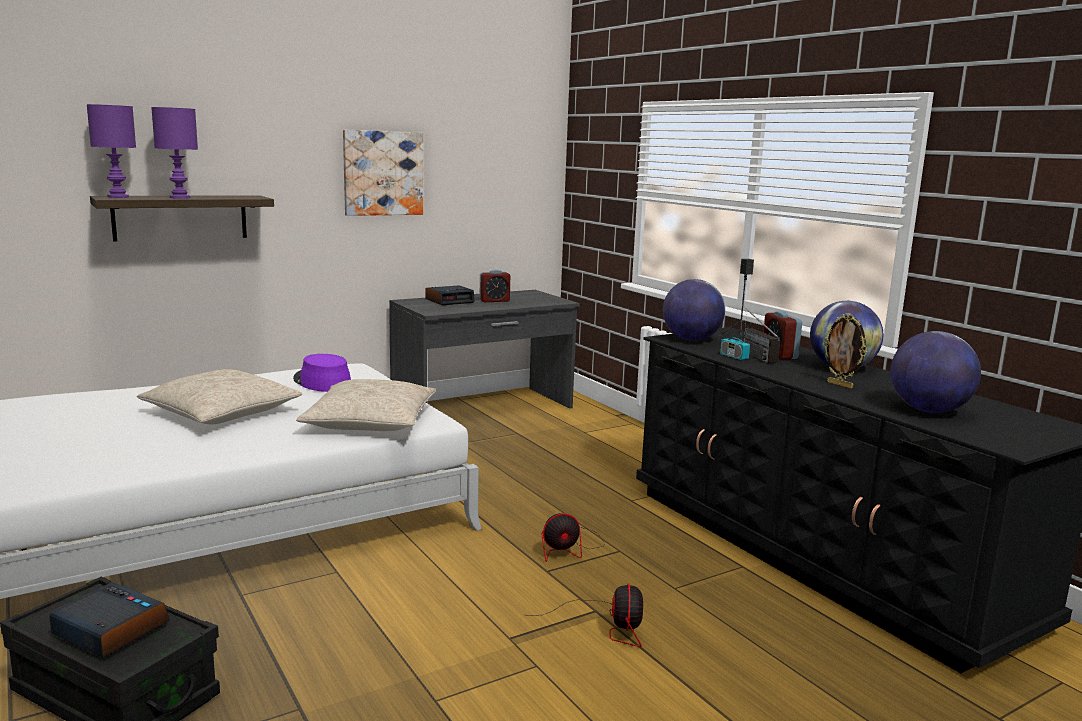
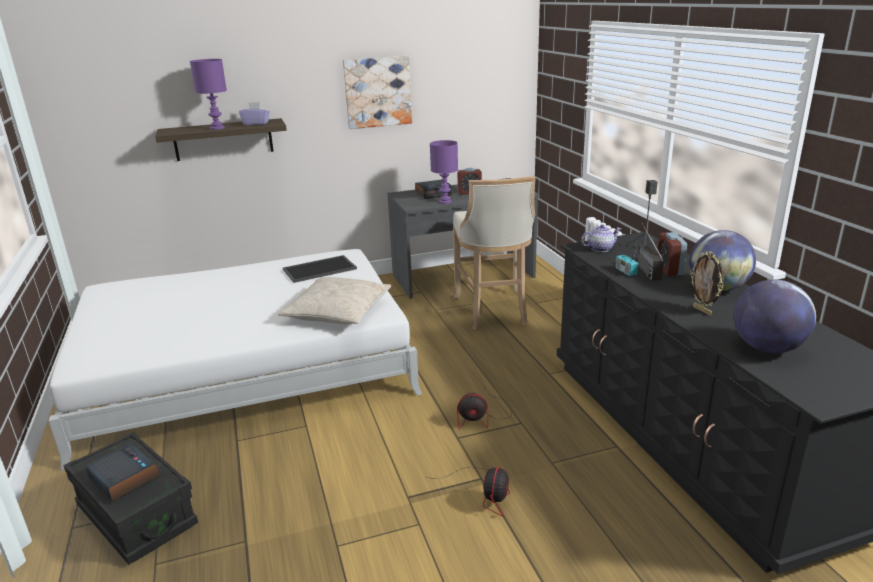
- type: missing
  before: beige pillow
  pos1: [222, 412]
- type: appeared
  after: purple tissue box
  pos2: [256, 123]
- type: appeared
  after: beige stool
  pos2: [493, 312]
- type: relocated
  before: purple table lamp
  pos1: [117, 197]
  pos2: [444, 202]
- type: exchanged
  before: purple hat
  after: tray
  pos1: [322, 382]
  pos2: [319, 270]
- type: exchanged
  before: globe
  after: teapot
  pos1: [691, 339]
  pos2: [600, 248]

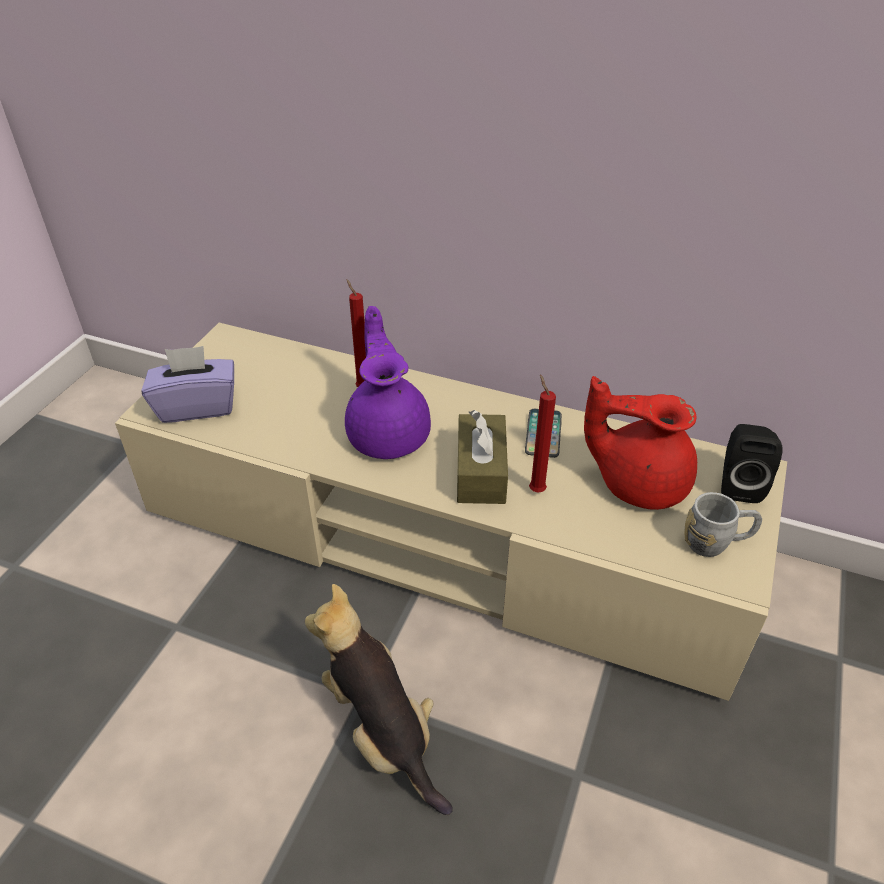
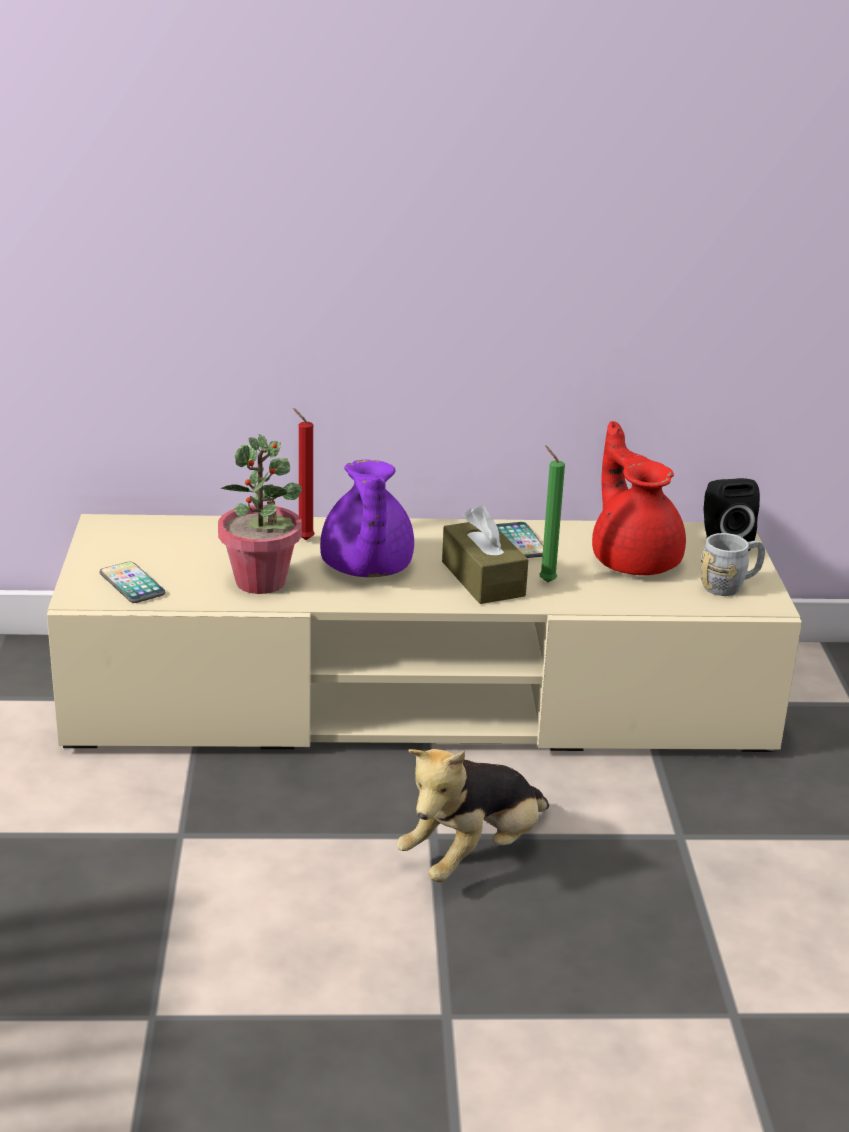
- type: appeared
  after: potted plant
  pos2: [261, 582]
- type: exchanged
  before: purple tissue box
  after: phone
  pos1: [197, 406]
  pos2: [132, 584]
- type: colour
  before: red candle
  after: green candle
  pos1: [535, 489]
  pos2: [545, 581]
- type: spun
  before: plush toy
  pos1: [382, 731]
  pos2: [473, 855]
  turn: -75
- type: spun
  before: purple teapot
  pos1: [389, 433]
  pos2: [365, 568]
  turn: -150
- type: spun
  before: red teapot
  pos1: [638, 482]
  pos2: [634, 559]
  turn: 75

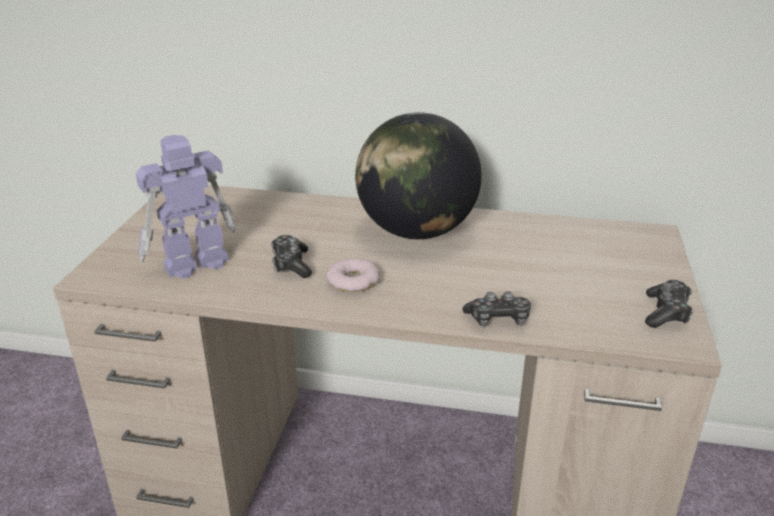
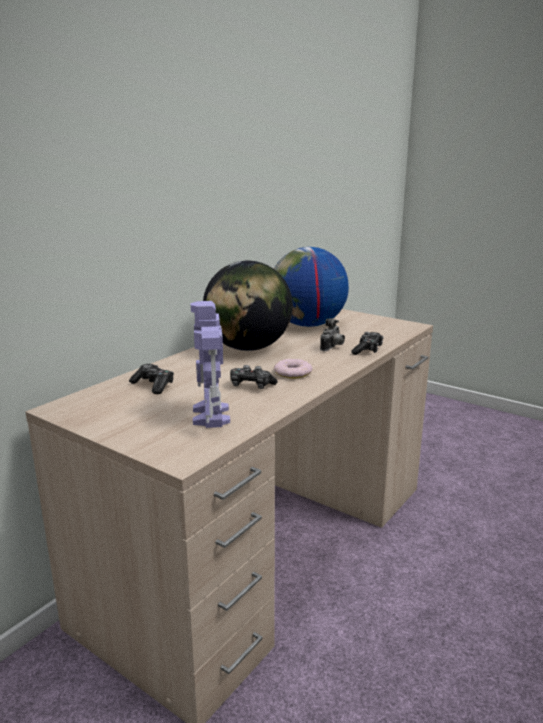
- type: appeared
  after: globe
  pos2: [307, 325]
- type: appeared
  after: photo camera
  pos2: [333, 347]
- type: relocated
  before: game controller
  pos1: [666, 313]
  pos2: [153, 385]

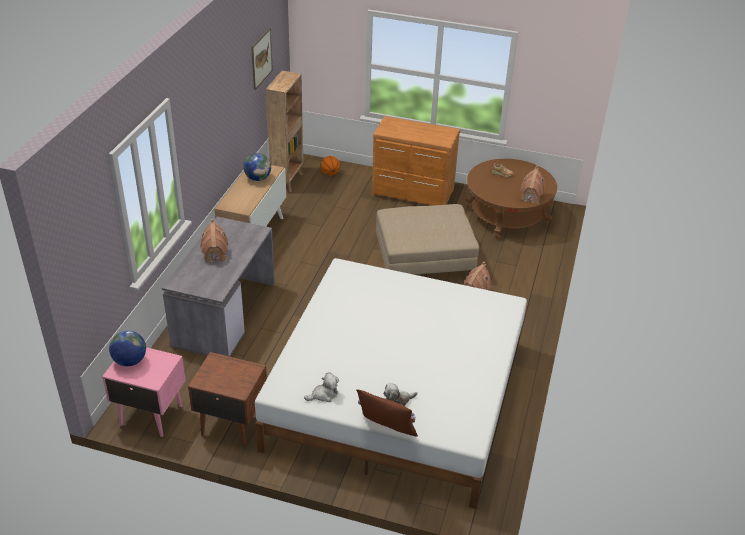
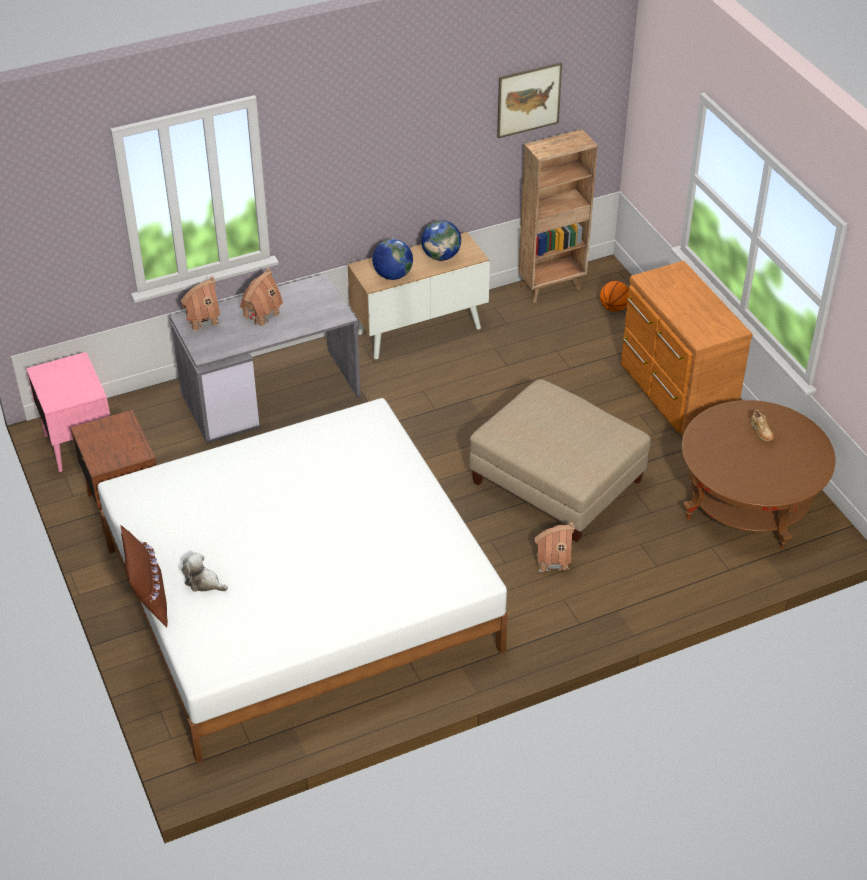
- type: missing
  before: plush toy
  pos1: [323, 395]
- type: relocated
  before: globe
  pos1: [130, 361]
  pos2: [392, 275]
- type: relocated
  before: toy house
  pos1: [530, 197]
  pos2: [202, 319]

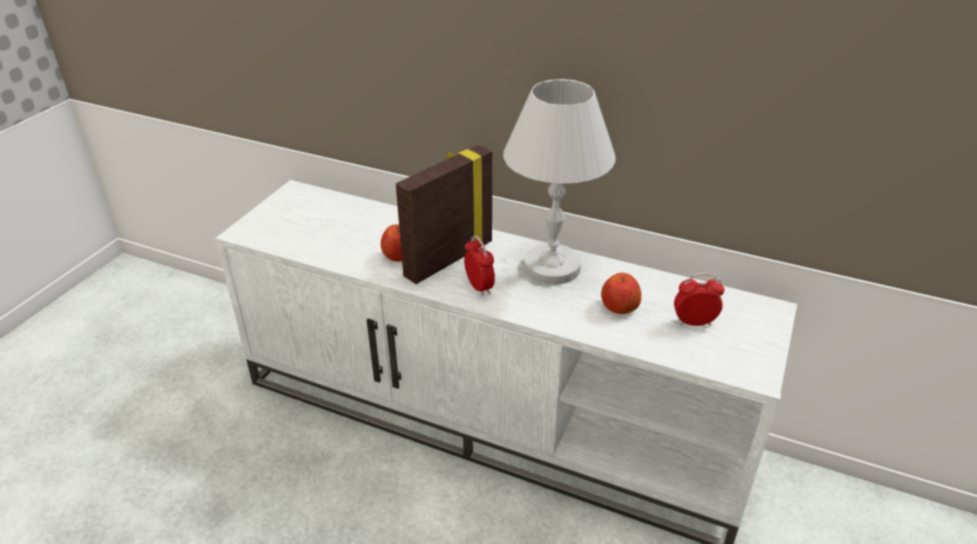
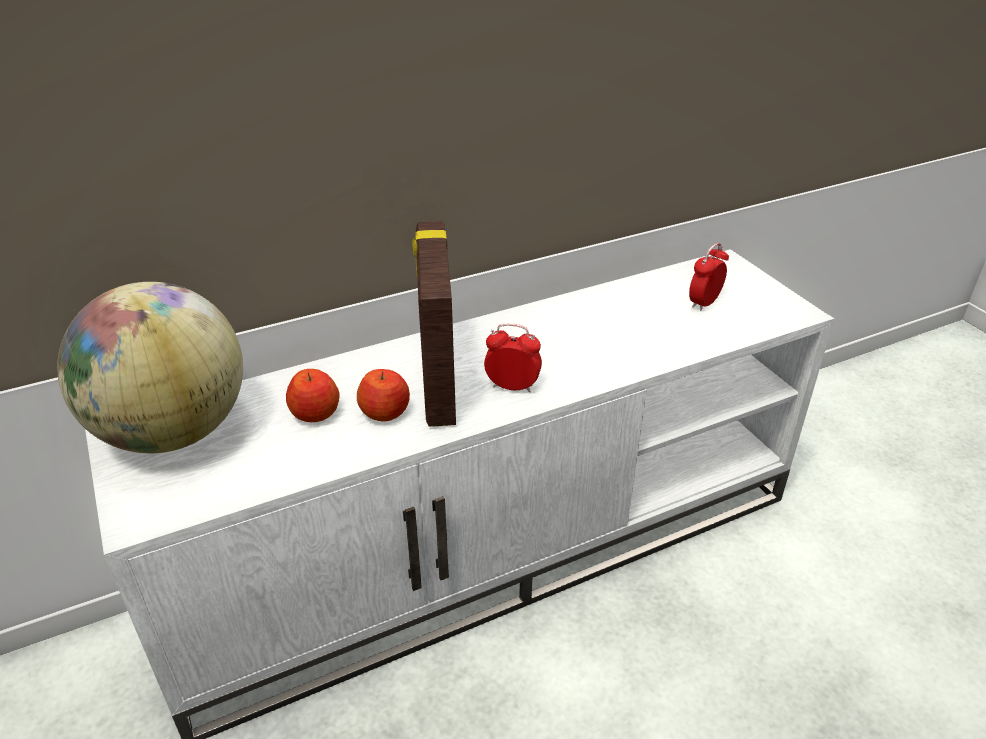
- type: missing
  before: white table lamp
  pos1: [551, 267]
- type: appeared
  after: globe
  pos2: [173, 431]
- type: relocated
  before: apple
  pos1: [619, 307]
  pos2: [315, 413]

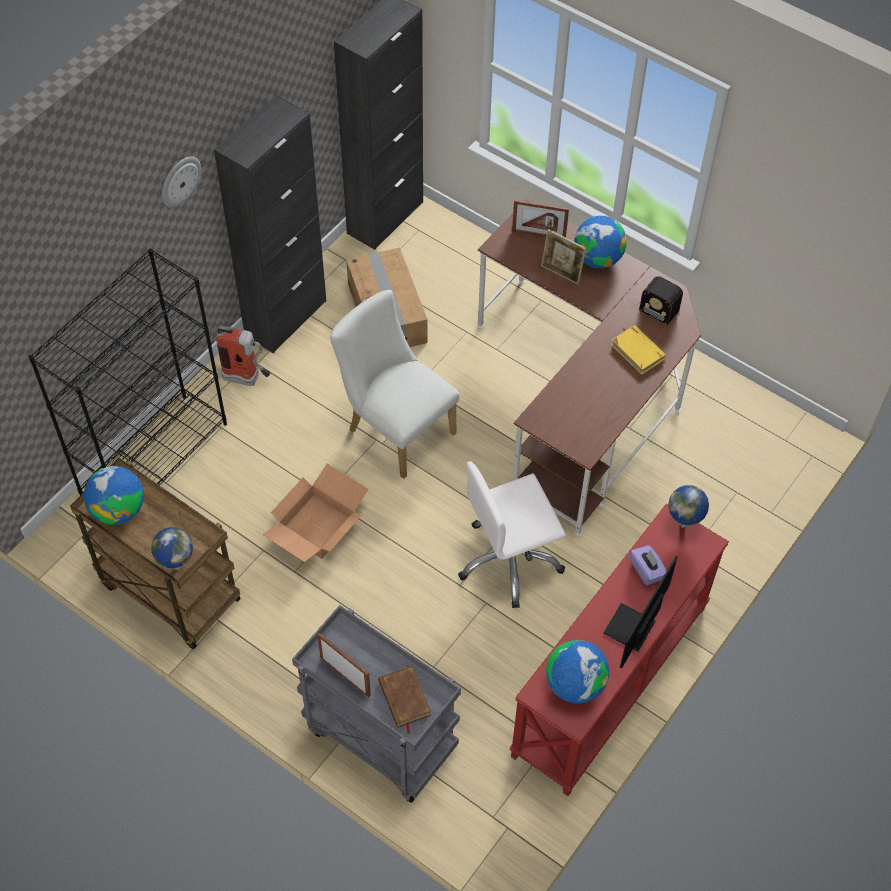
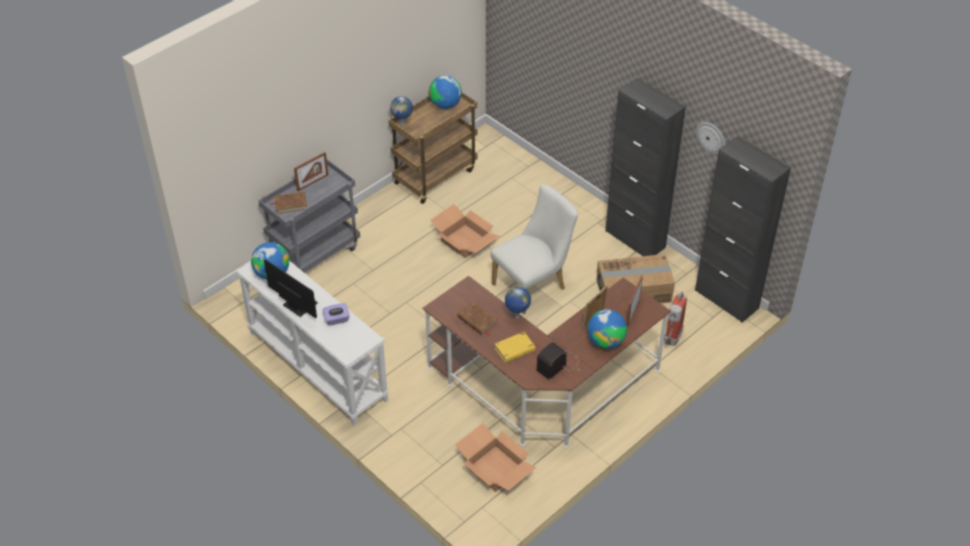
- type: missing
  before: black bookcase
  pos1: [155, 458]
- type: missing
  before: white office chair
  pos1: [509, 560]
- type: appeared
  after: cardboard box
  pos2: [494, 468]
- type: appeared
  after: brown book
  pos2: [477, 321]
- type: relocated
  before: wall clock
  pos1: [180, 181]
  pos2: [711, 137]
- type: relocated
  before: fire extinguisher
  pos1: [247, 379]
  pos2: [671, 340]
- type: relocated
  before: globe
  pos1: [684, 525]
  pos2: [517, 317]
- type: colour
  before: red console table
  after: white console table
  pos1: [611, 682]
  pos2: [316, 366]

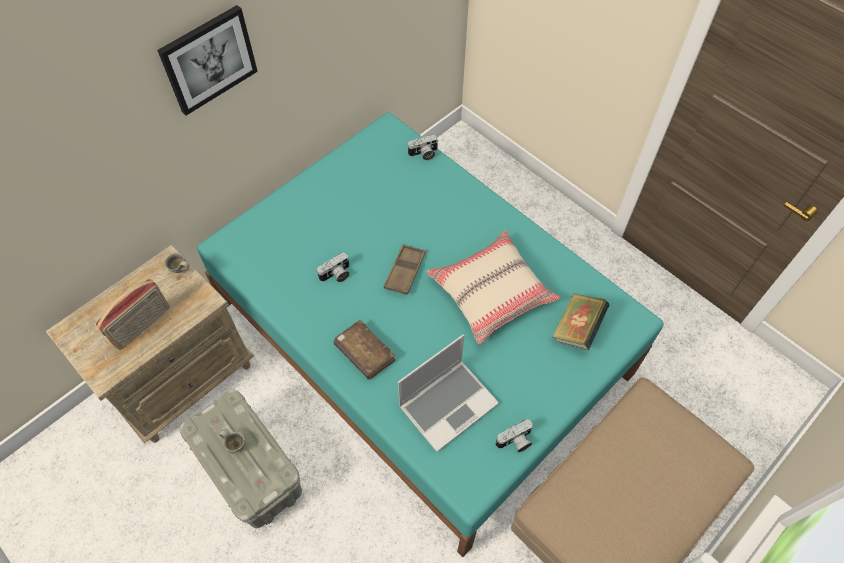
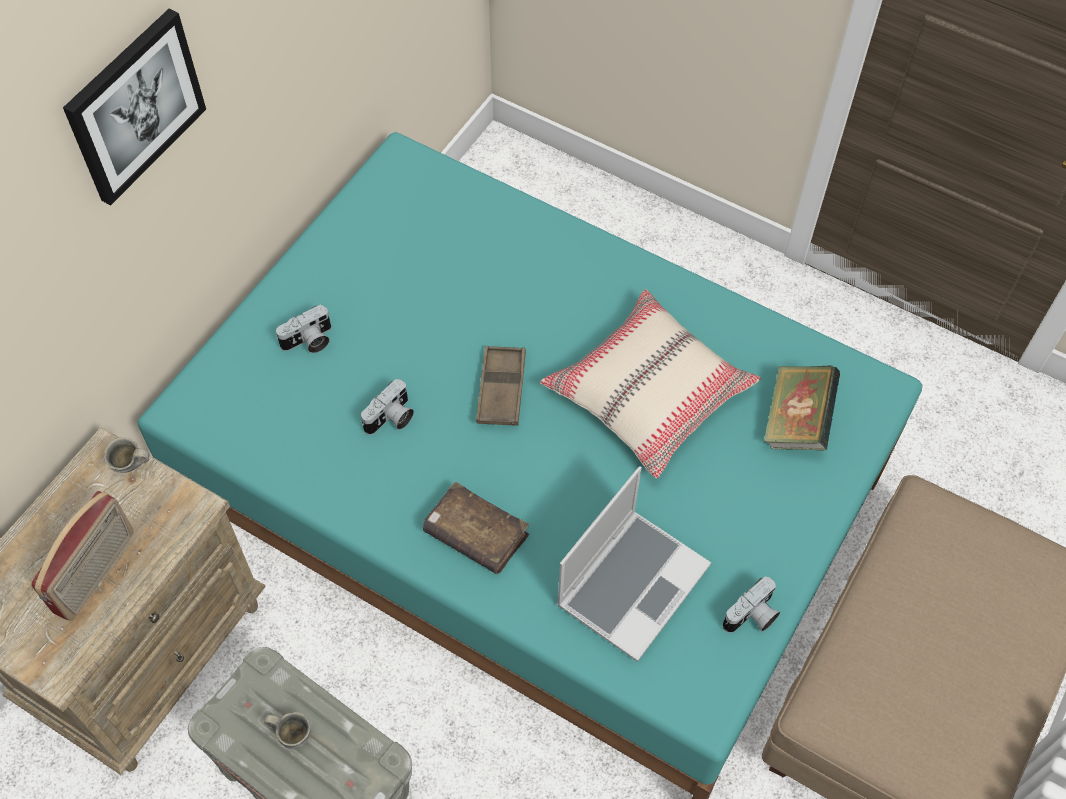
- type: relocated
  before: photo camera
  pos1: [424, 154]
  pos2: [309, 341]

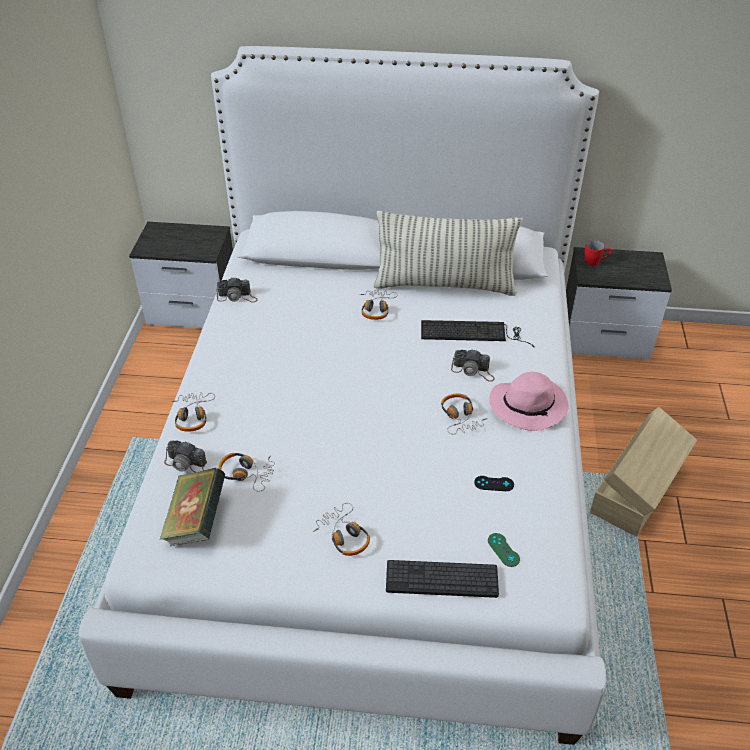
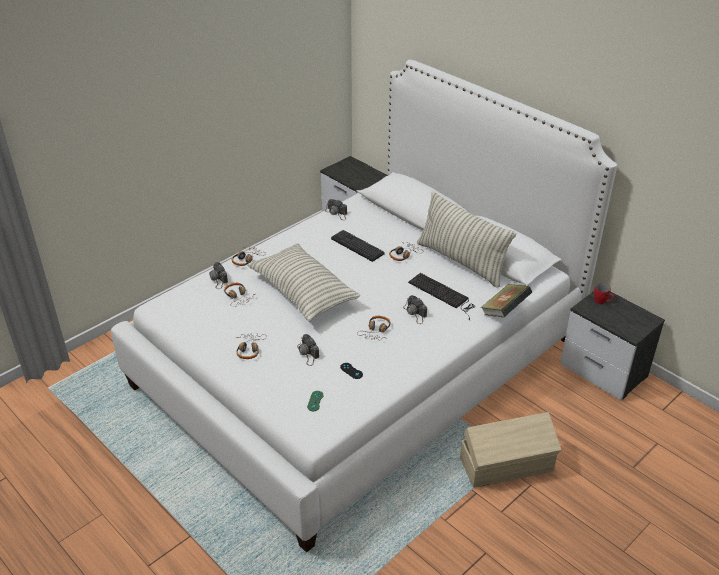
- type: missing
  before: pink hat
  pos1: [529, 405]
- type: appeared
  after: pillow
  pos2: [303, 293]
- type: appeared
  after: photo camera
  pos2: [308, 353]
- type: relocated
  before: book
  pos1: [196, 521]
  pos2: [504, 311]
- type: relocated
  before: keyboard
  pos1: [441, 579]
  pos2: [357, 246]

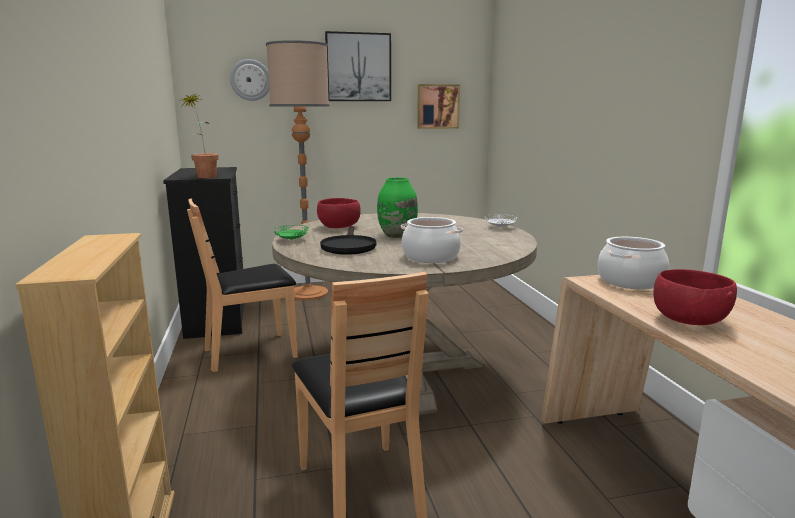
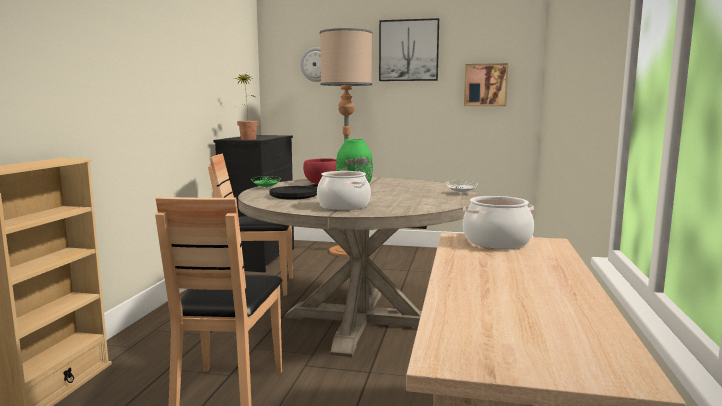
- type: missing
  before: red bowl
  pos1: [688, 321]

